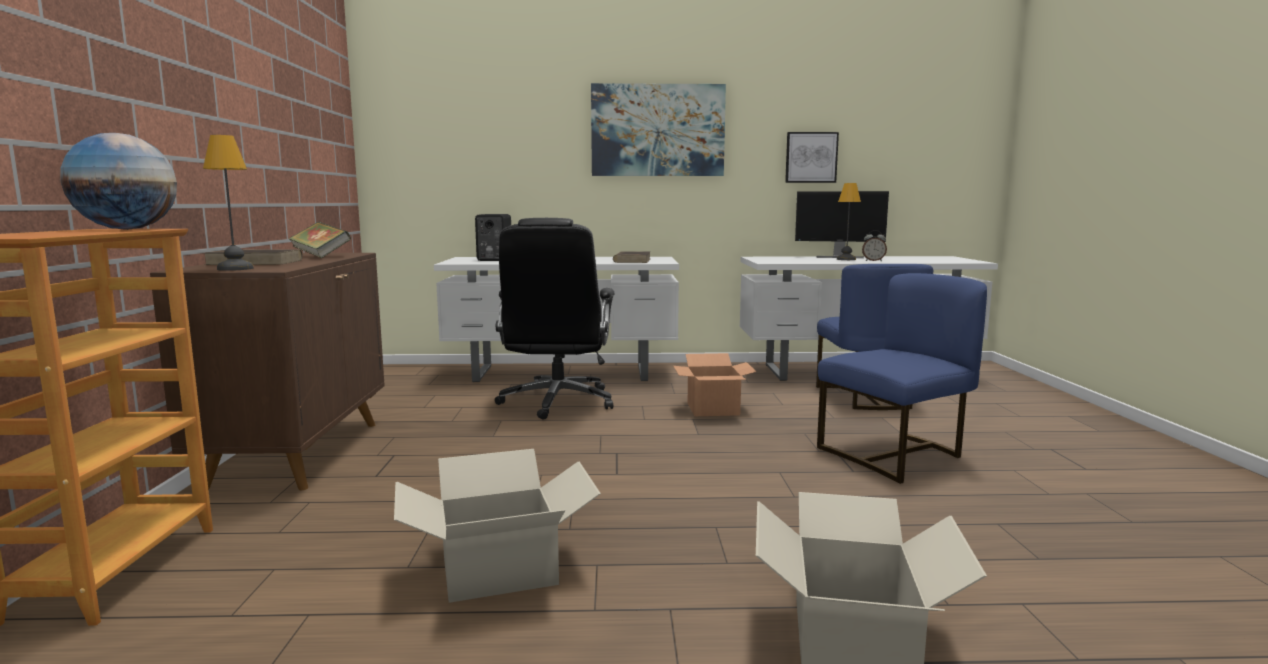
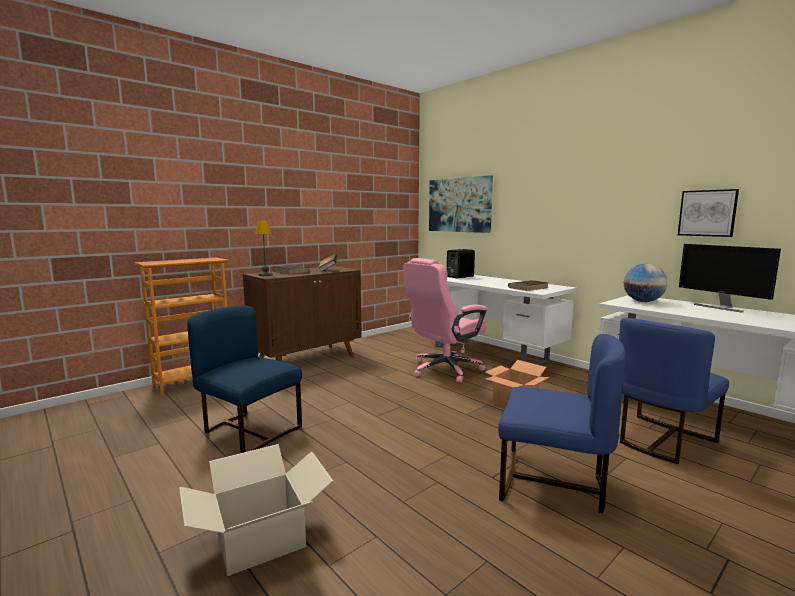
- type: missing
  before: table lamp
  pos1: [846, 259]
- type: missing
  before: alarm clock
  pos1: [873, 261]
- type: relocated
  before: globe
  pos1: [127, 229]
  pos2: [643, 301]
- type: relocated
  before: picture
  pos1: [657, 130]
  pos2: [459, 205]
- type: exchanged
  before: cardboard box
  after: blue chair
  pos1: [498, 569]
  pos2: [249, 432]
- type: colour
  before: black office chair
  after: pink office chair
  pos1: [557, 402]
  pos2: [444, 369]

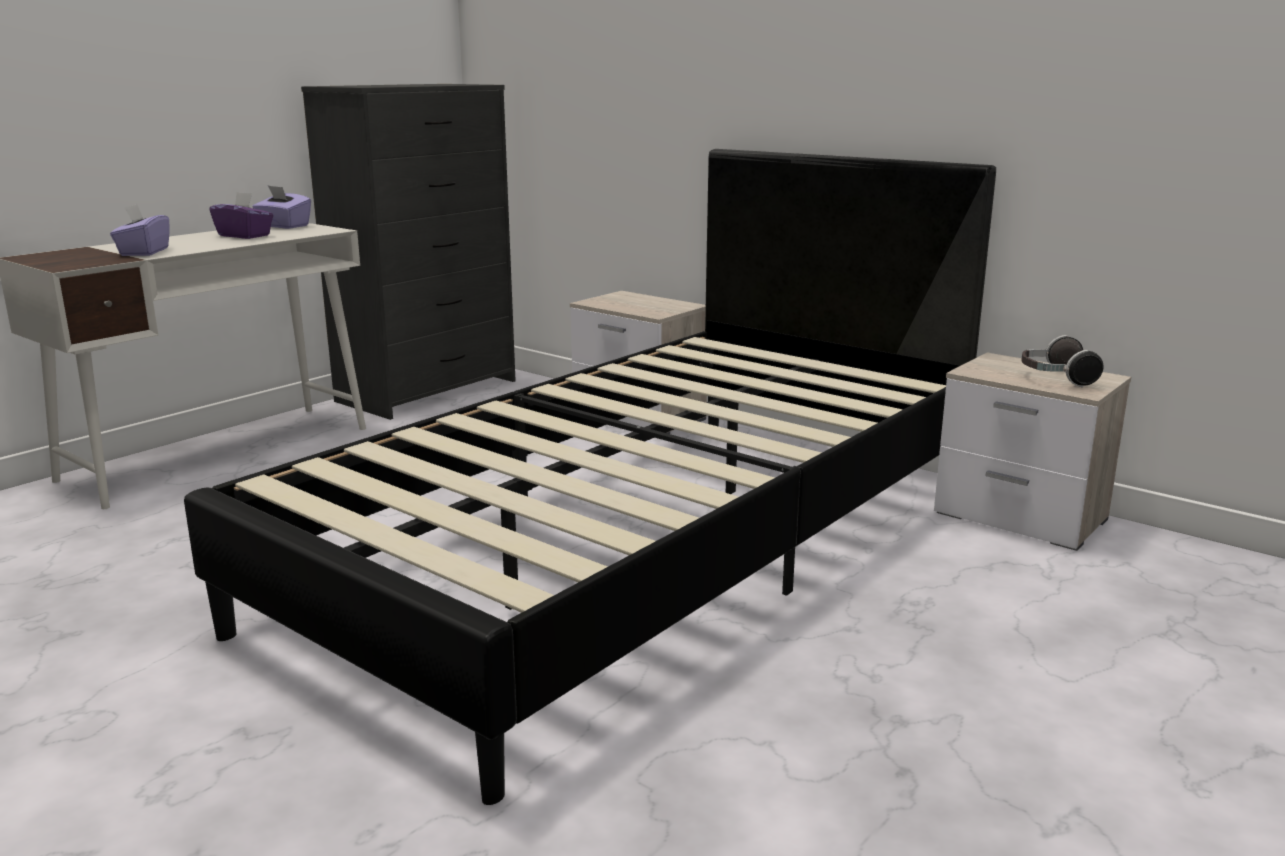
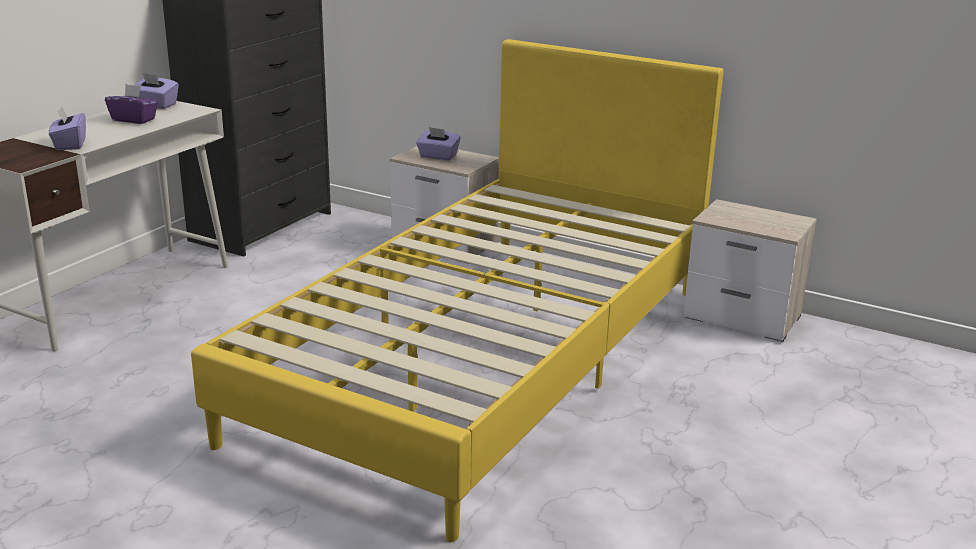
- type: missing
  before: headphones
  pos1: [1055, 378]
- type: appeared
  after: purple tissue box
  pos2: [438, 156]
- type: colour
  before: black bed
  after: yellow bed
  pos1: [643, 548]
  pos2: [486, 358]

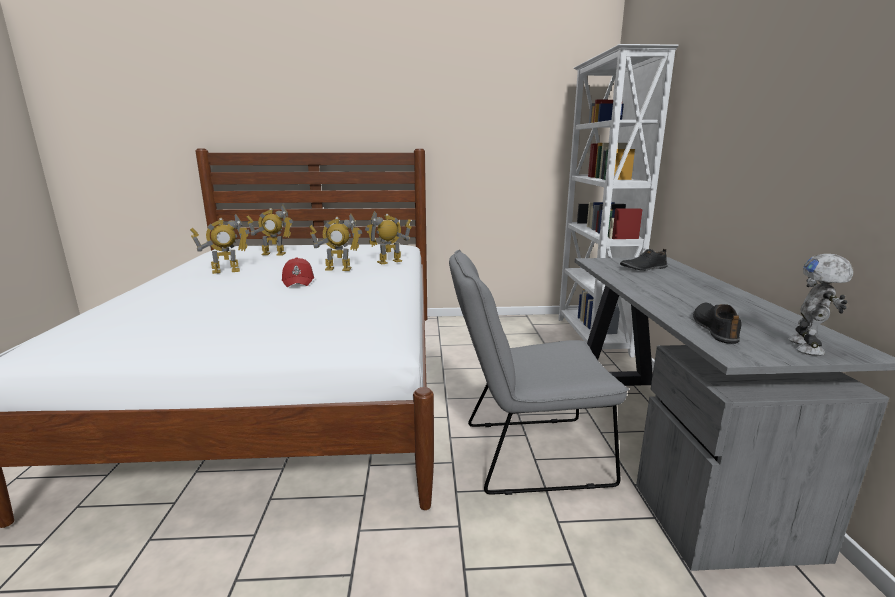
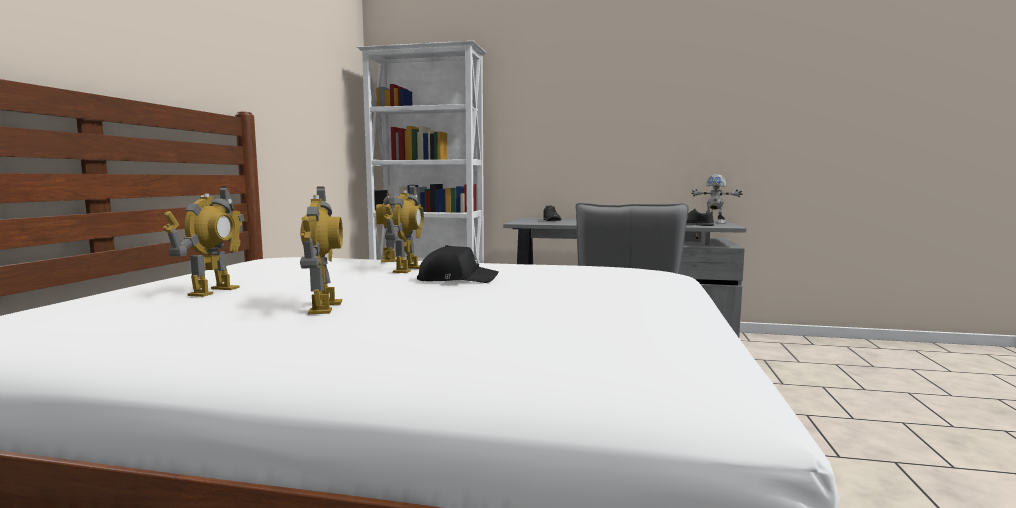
- type: colour
  before: red cap
  after: black cap
  pos1: [299, 281]
  pos2: [456, 280]

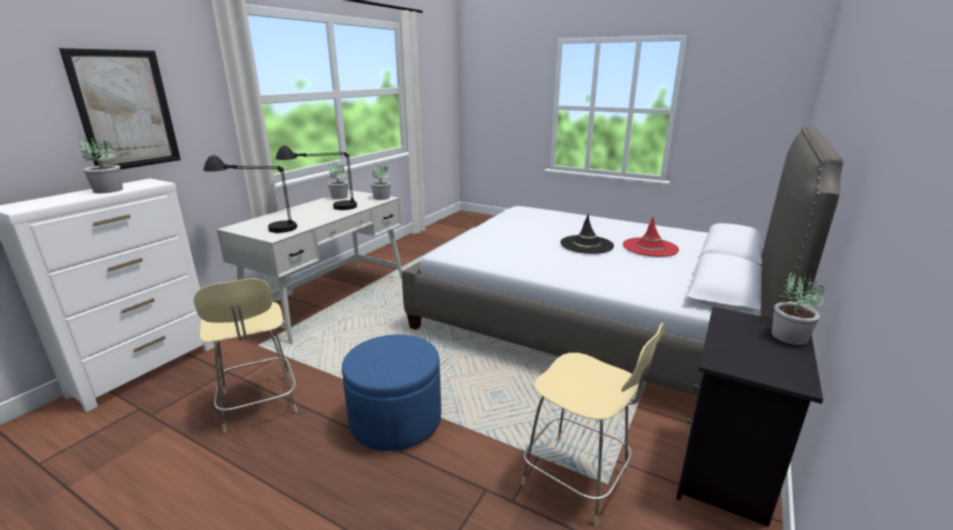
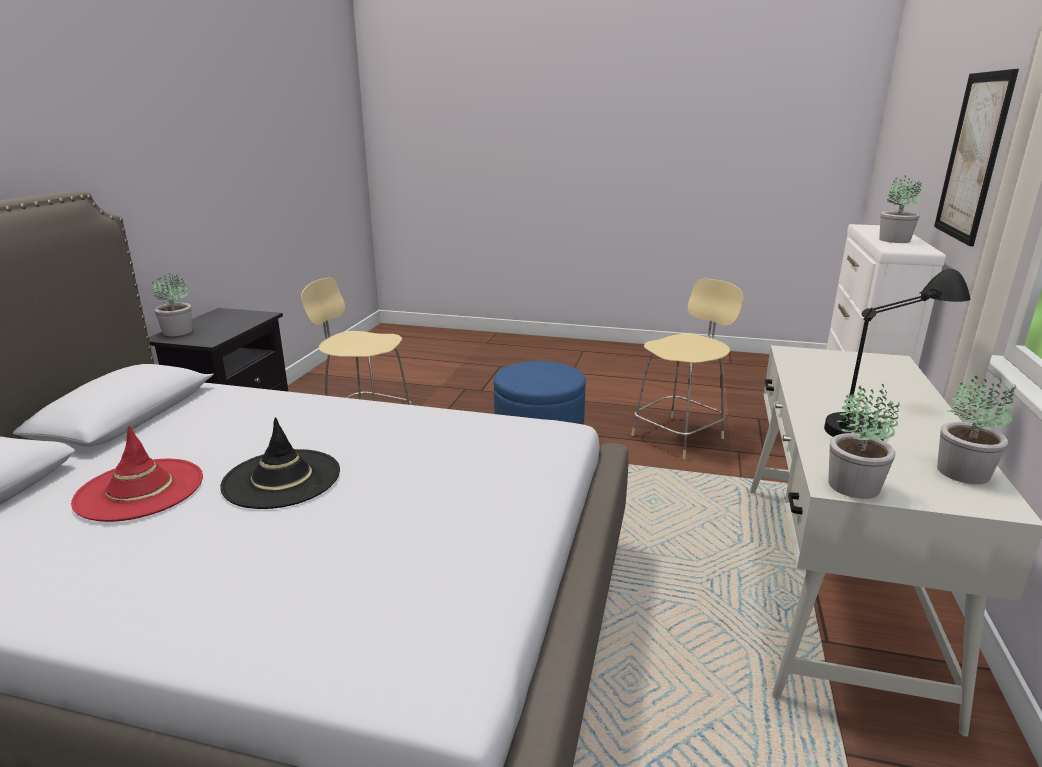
- type: missing
  before: black table lamp
  pos1: [259, 228]
- type: spun
  before: beige chair
  pos1: [259, 404]
  pos2: [679, 436]
  turn: 90

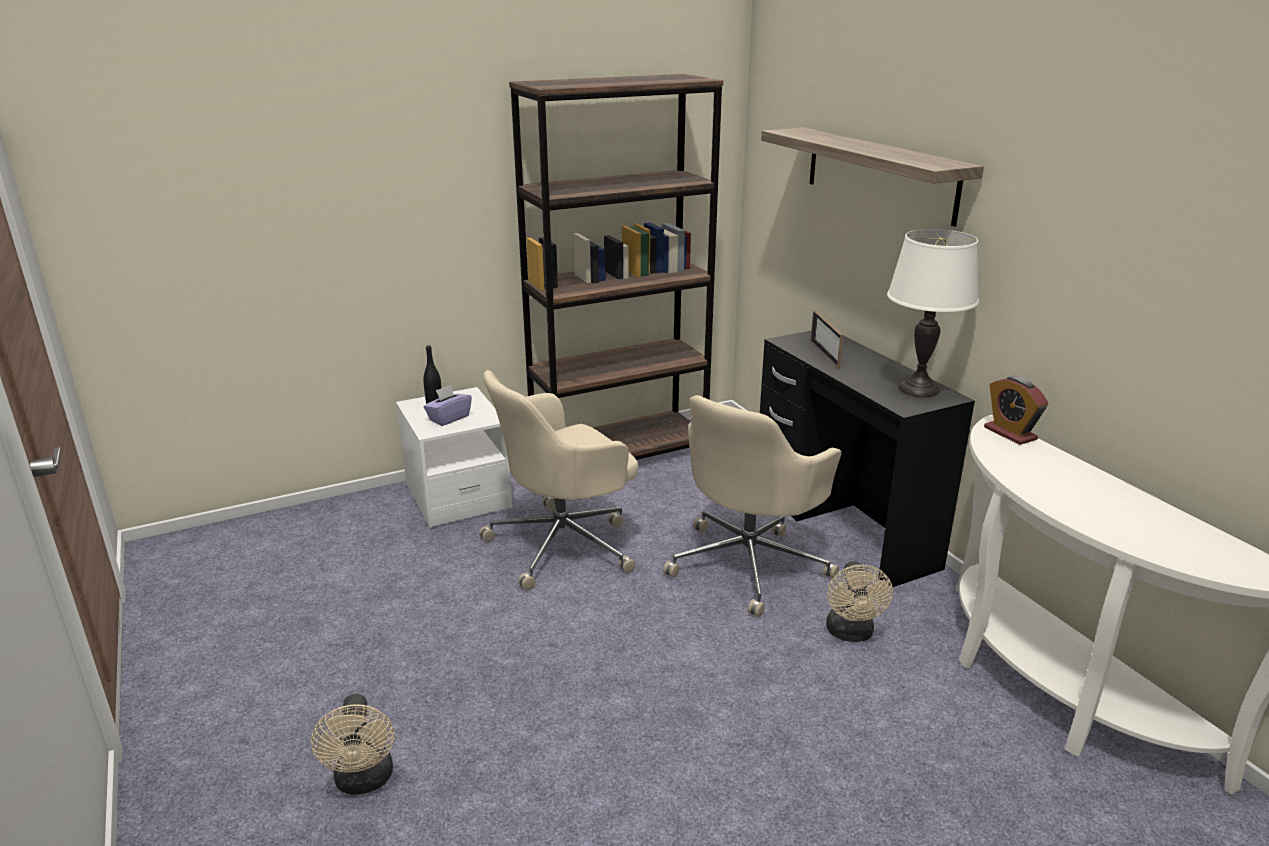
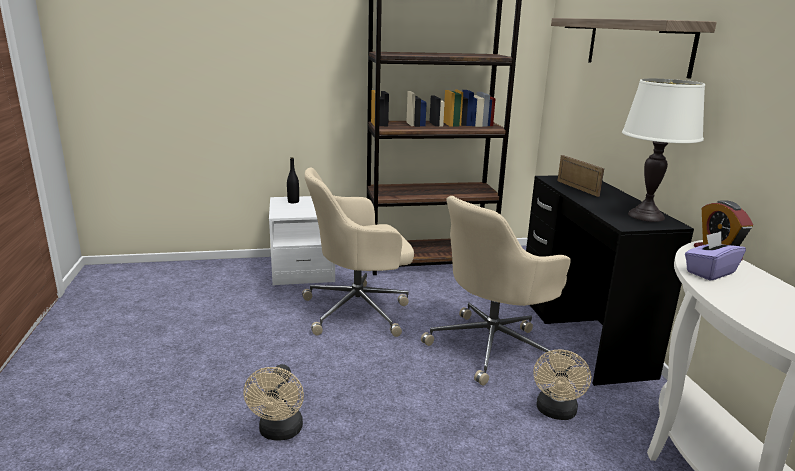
- type: relocated
  before: beige fan
  pos1: [364, 781]
  pos2: [279, 432]
- type: relocated
  before: purple tissue box
  pos1: [449, 418]
  pos2: [709, 272]
- type: spun
  before: picture frame
  pos1: [824, 354]
  pos2: [577, 188]
  turn: 150

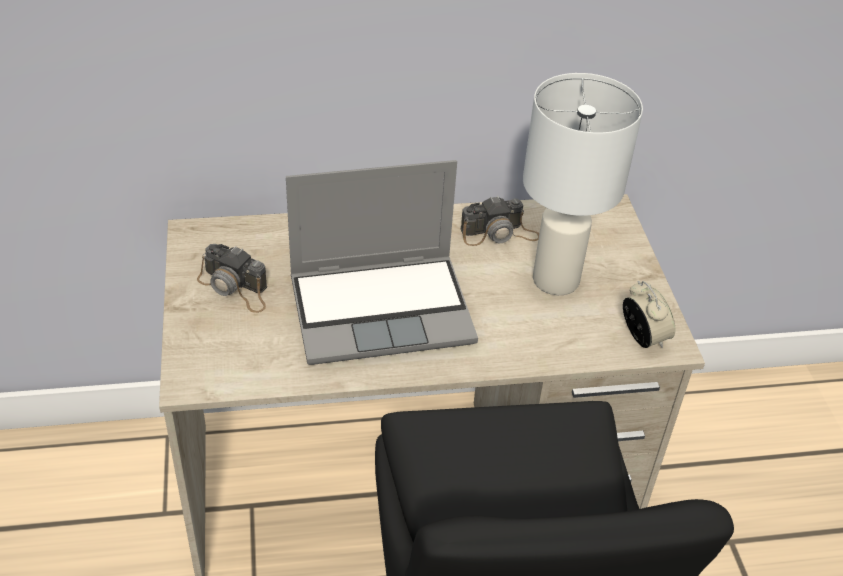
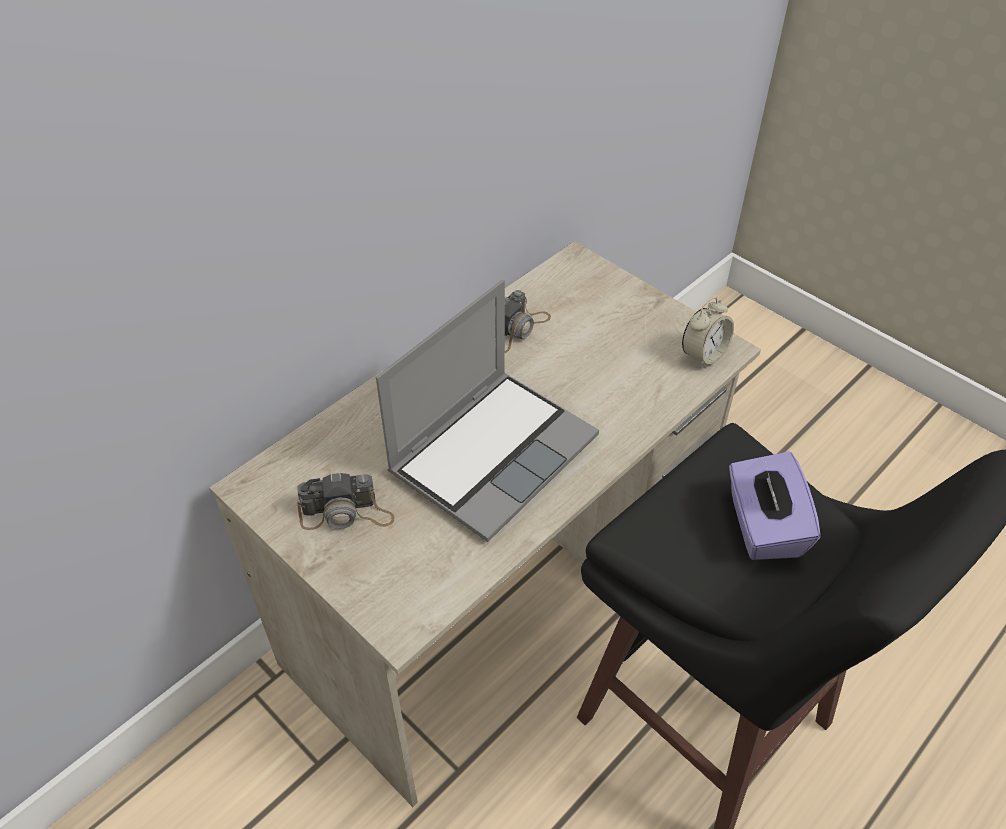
- type: missing
  before: white table lamp
  pos1: [554, 278]
- type: appeared
  after: purple tissue box
  pos2: [763, 526]
- type: spun
  before: alarm clock
  pos1: [643, 338]
  pos2: [703, 355]
  turn: 105

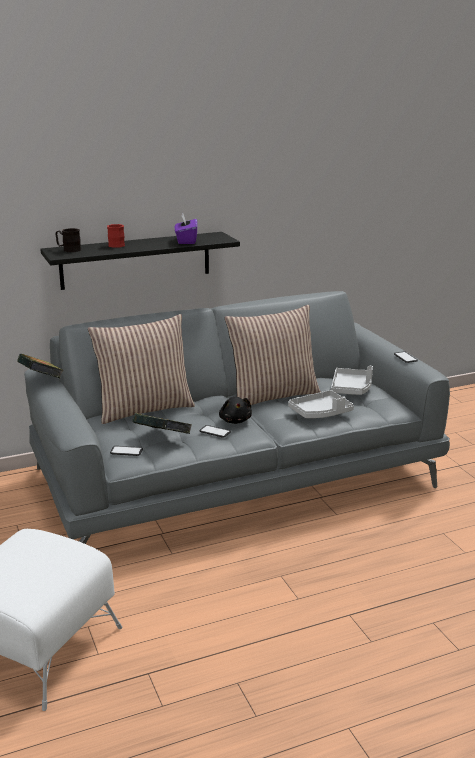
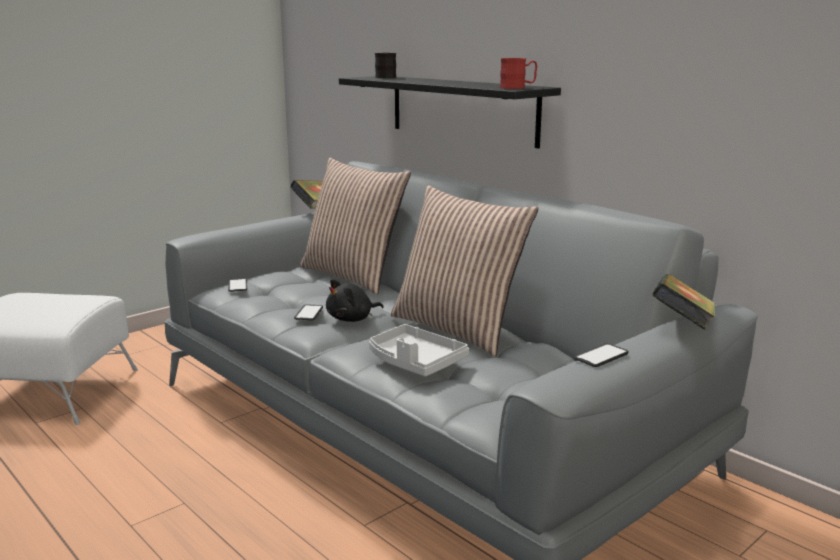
- type: missing
  before: purple tissue box
  pos1: [186, 241]
- type: missing
  before: grey tray
  pos1: [351, 388]
- type: relocated
  before: red mug
  pos1: [118, 244]
  pos2: [518, 87]
- type: relocated
  before: book
  pos1: [162, 438]
  pos2: [682, 326]

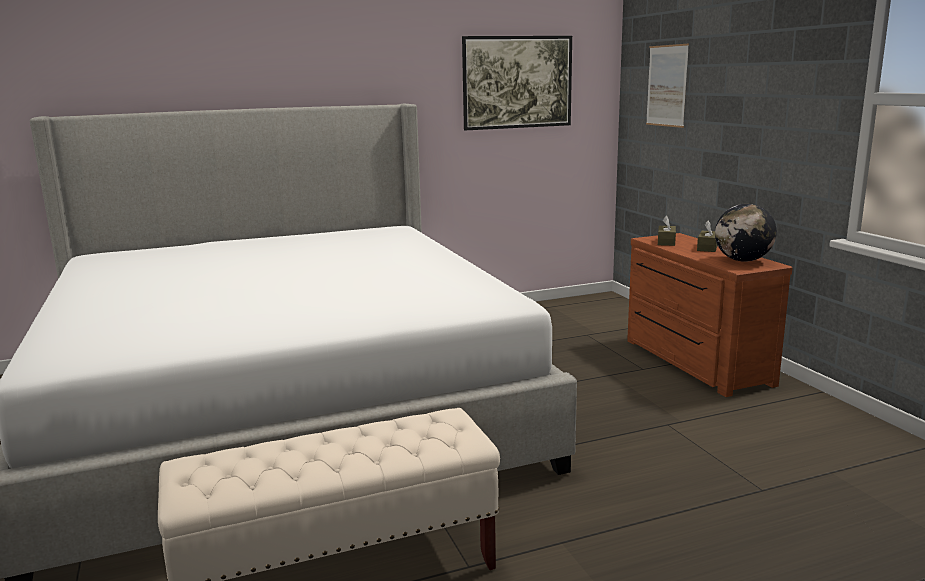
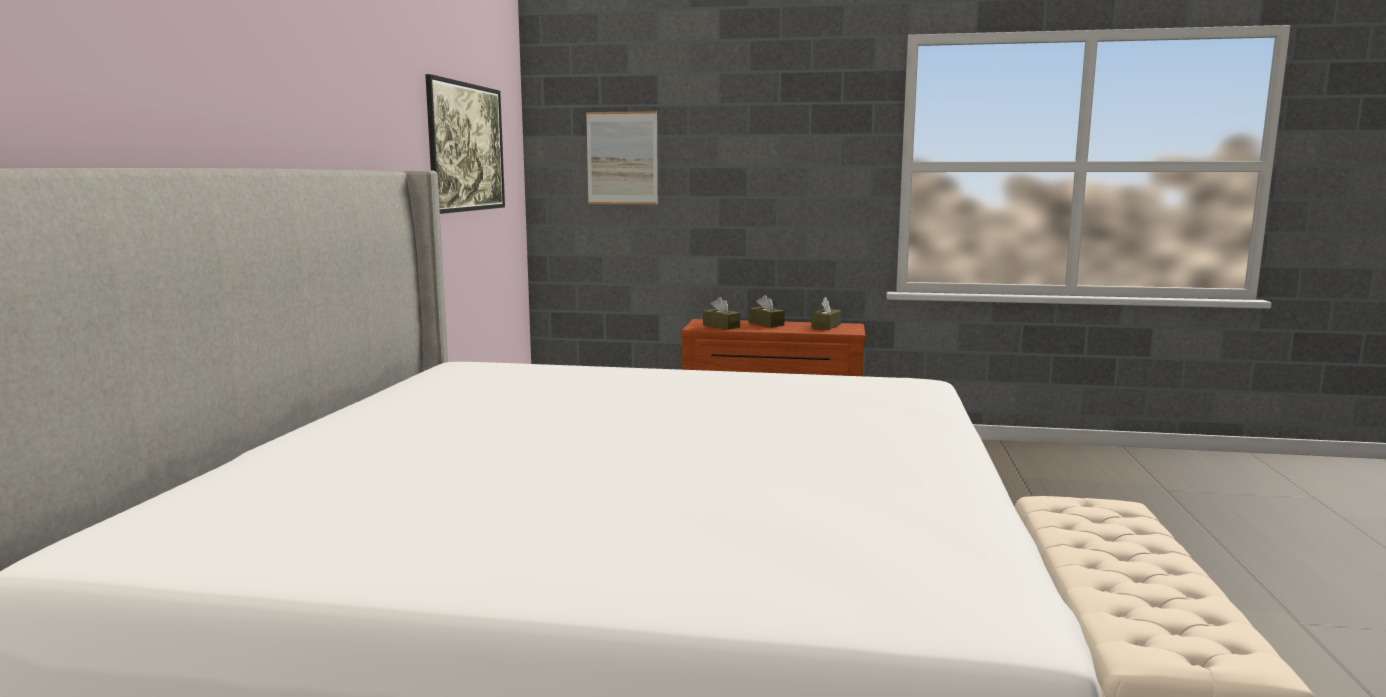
- type: exchanged
  before: globe
  after: brown tissue box
  pos1: [742, 260]
  pos2: [826, 326]

